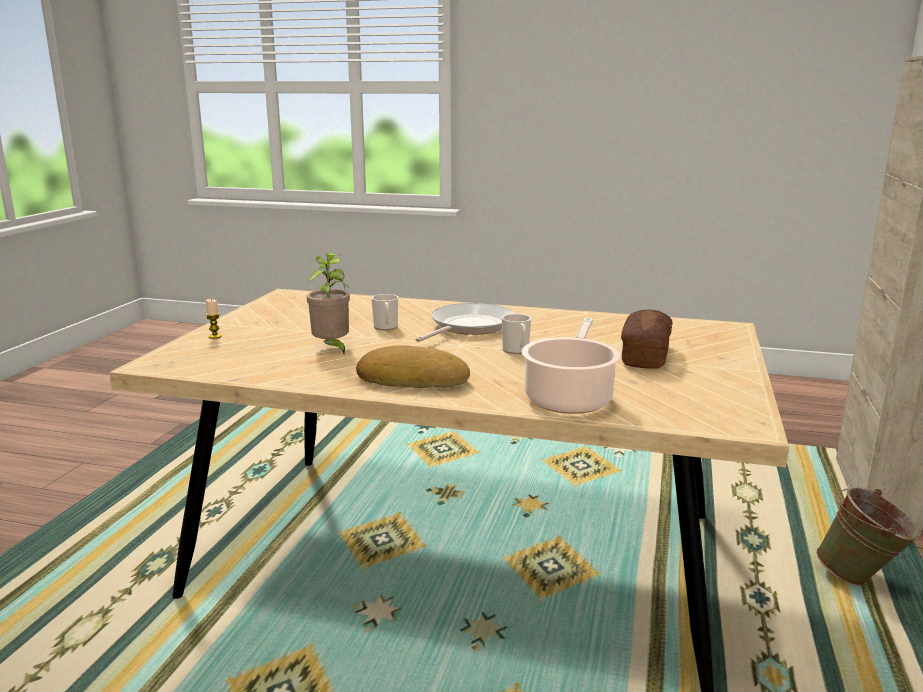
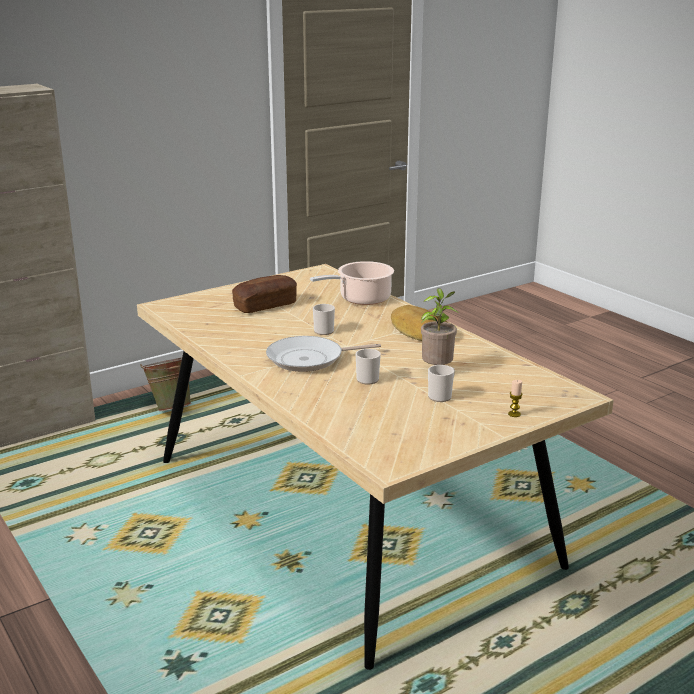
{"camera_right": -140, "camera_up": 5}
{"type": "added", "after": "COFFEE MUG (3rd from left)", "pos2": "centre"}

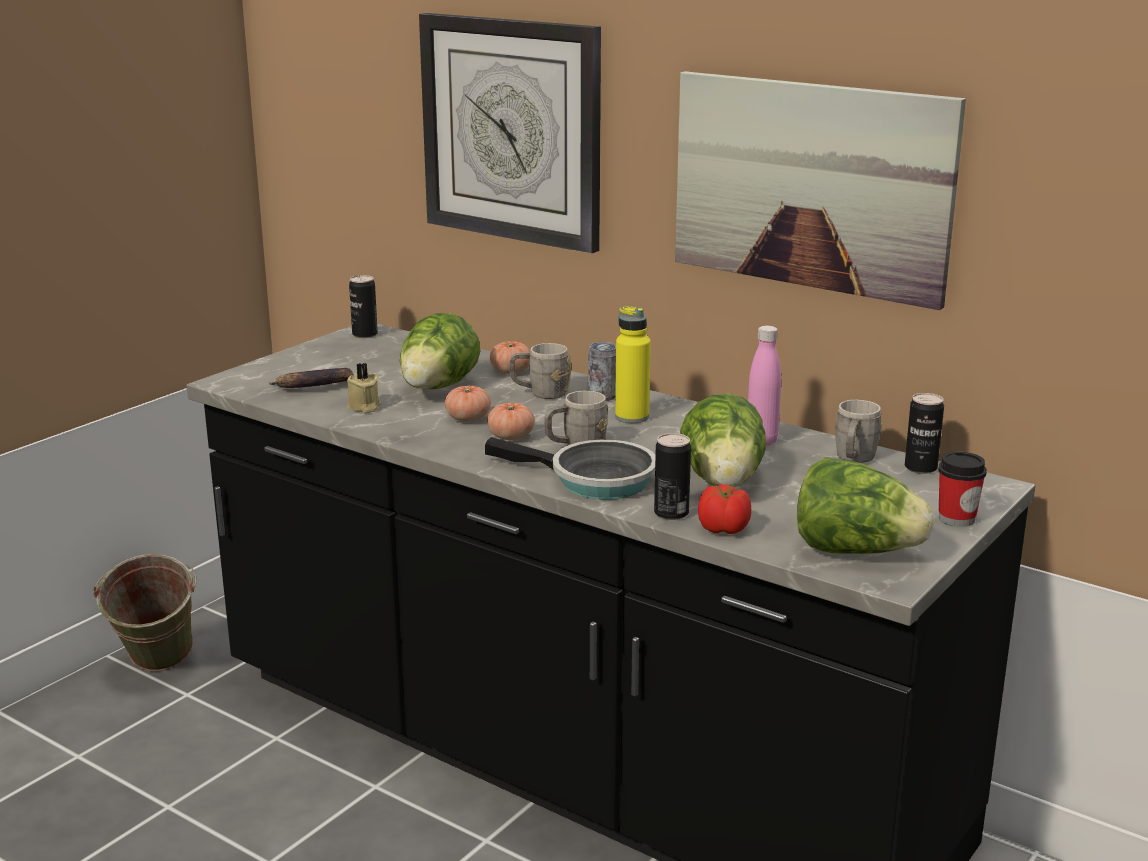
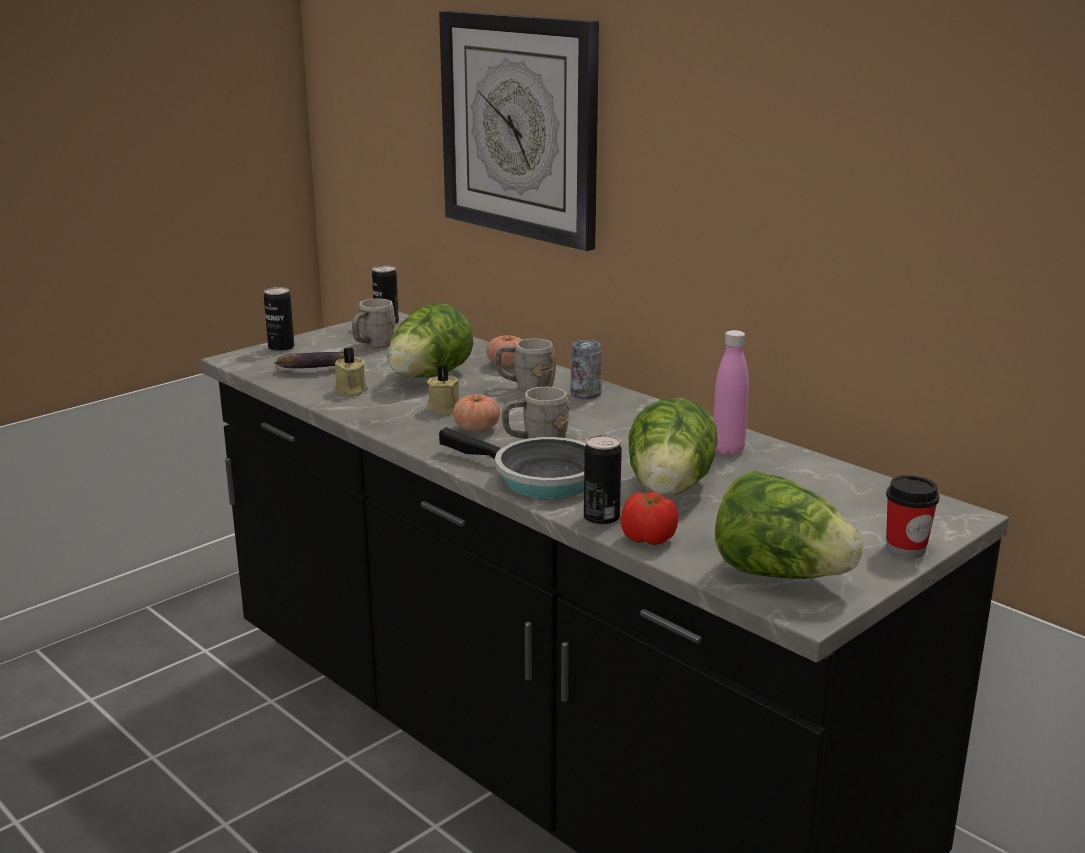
{"camera_right": 10, "camera_up": 0}
{"type": "moved", "before": "METAL CAN (4th from left in the first image)", "after": "METAL CAN (1st from left)", "pos1": "middle right", "pos2": "middle left"}
{"type": "moved", "before": "GRAY COFFEE MUG (3rd from left in the first image)", "after": "GRAY COFFEE MUG (1st from left)", "pos1": "middle right", "pos2": "centre"}
{"type": "replaced", "before": "FRESH TOMATO (1st from left)", "after": "BEIGE WAX LIGHT (2nd from left)", "pos1": "centre", "pos2": "centre"}
{"type": "removed", "before": "GREEN PAIL", "pos1": "bottom left"}
{"type": "removed", "before": "YELLOWISH DRINK BOTTLE", "pos1": "centre"}
{"type": "removed", "before": "WALL ART", "pos1": "top right"}

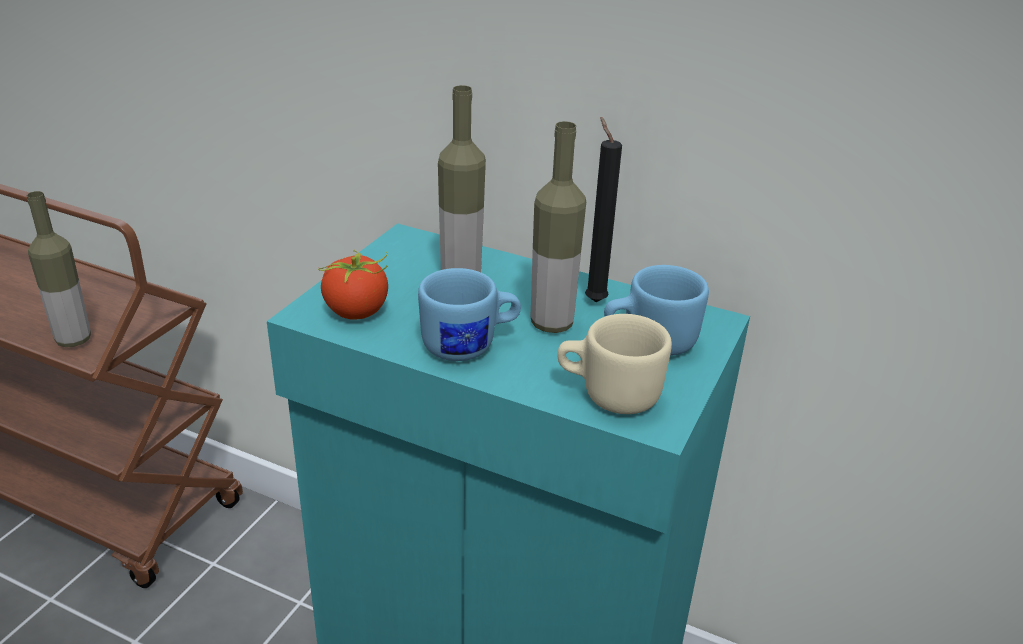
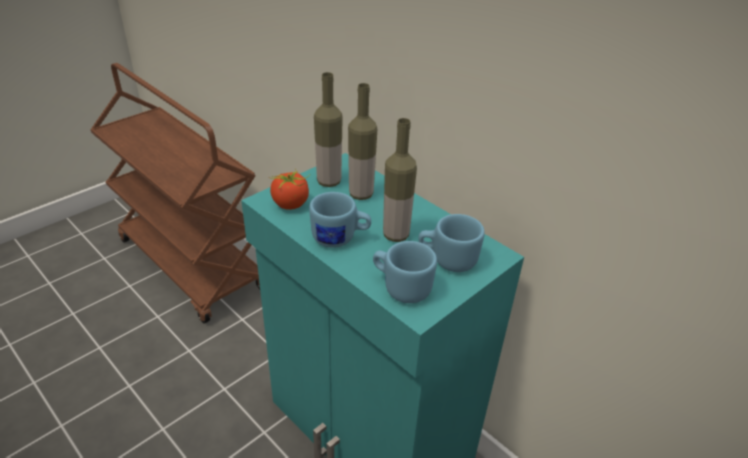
{"camera_right": 20, "camera_up": 5}
{"type": "moved", "before": "DRINK BOTTLE (1st from left)", "pos1": "middle left", "pos2": "top centre"}
{"type": "recoloured", "before": "BEIGE COFFEE MUG", "after": "BLUE COFFEE MUG (2nd from left)", "pos1": "centre", "pos2": "centre"}
{"type": "removed", "before": "BLACK WAX LIGHT", "pos1": "top centre"}

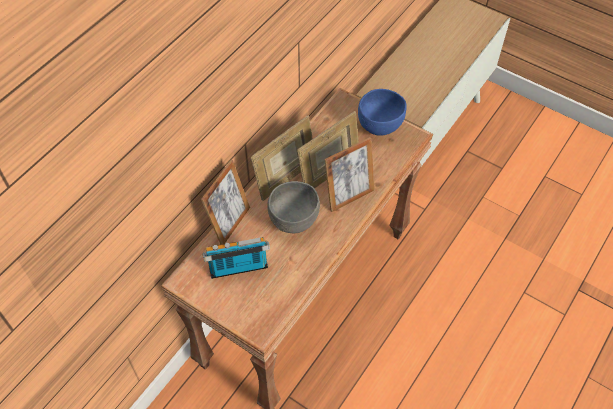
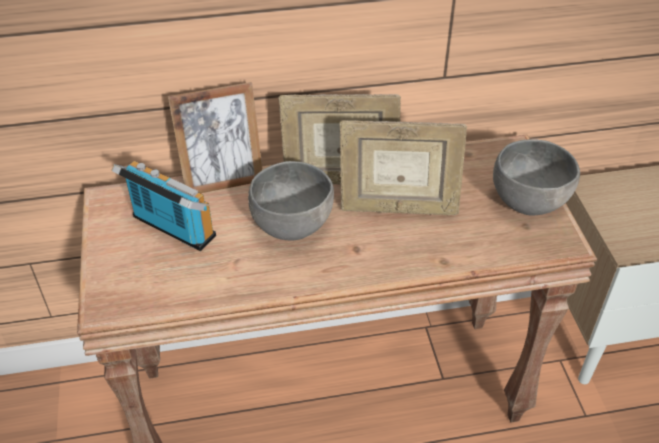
{"camera_right": 45, "camera_up": -10}
{"type": "recoloured", "before": "BLUE SERVING BOWL", "after": "GRAY SERVING BOWL (2nd from left)", "pos1": "top centre", "pos2": "middle right"}
{"type": "removed", "before": "PICTURE FRAME (4th from left)", "pos1": "centre"}

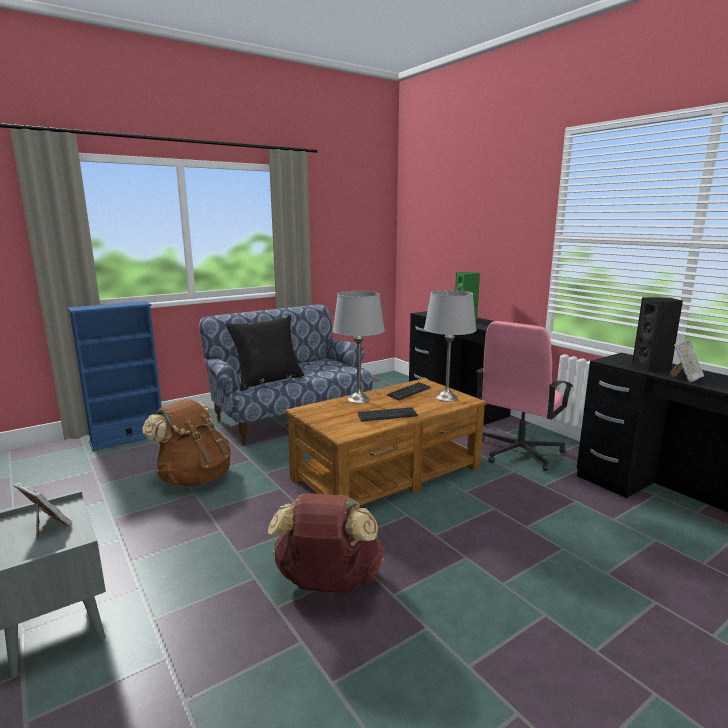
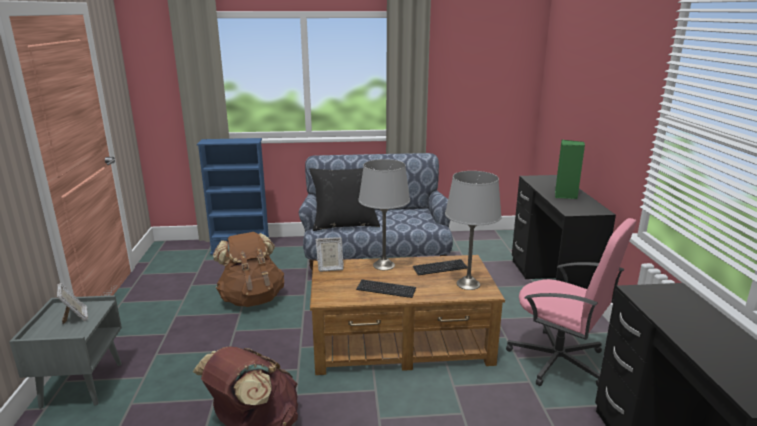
{"camera_right": 30, "camera_up": 5}
{"type": "moved", "before": "PICTURE FRAME (2nd from left)", "pos1": "middle right", "pos2": "centre"}
{"type": "turned", "before": "PINK-COLOURED DESK CHAIR", "pos1": "middle right", "pos2": "bottom right", "turn": -120}
{"type": "removed", "before": "BLACK LOUDSPEAKER", "pos1": "middle right"}

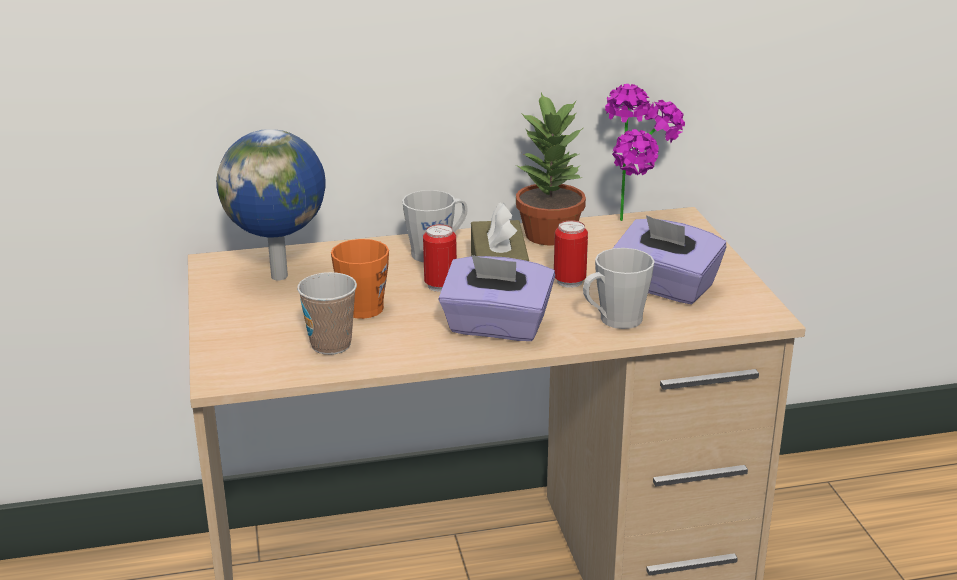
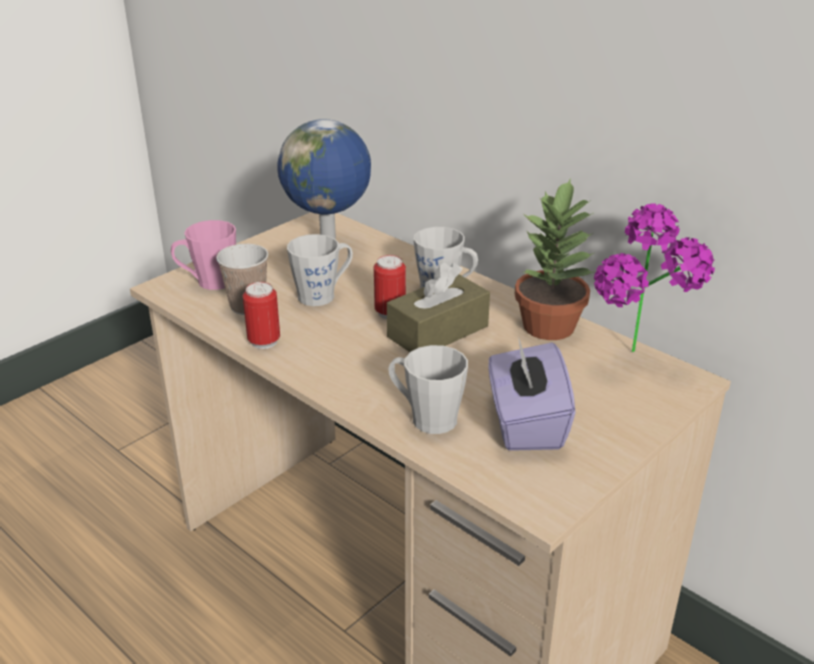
{"camera_right": 55, "camera_up": 5}
{"type": "added", "after": "PINK-COLOURED COFFEE MUG", "pos2": "middle left"}
{"type": "moved", "before": "METAL CAN (2nd from left in the first image)", "after": "METAL CAN (1st from left)", "pos1": "centre", "pos2": "middle left"}
{"type": "recoloured", "before": "ORANGE-COLOURED COFFEE MUG", "after": "GRAY COFFEE MUG (1st from left)", "pos1": "centre", "pos2": "centre"}
{"type": "removed", "before": "PURPLE BOX OF TISSUES (1st from left)", "pos1": "centre"}

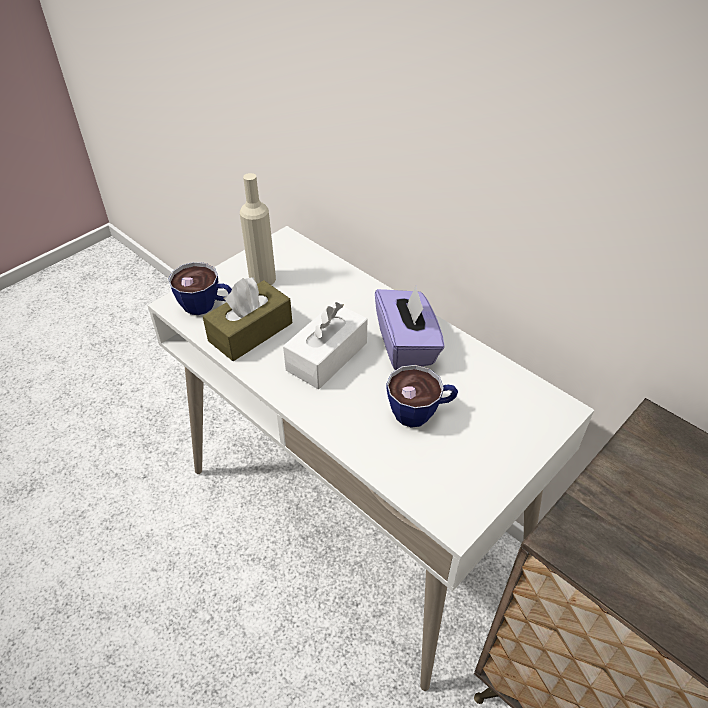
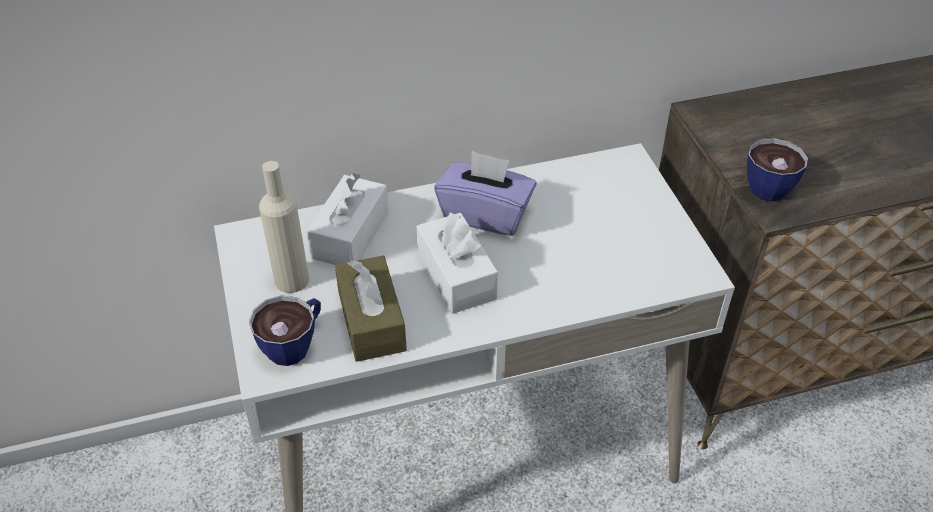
{"camera_right": -60, "camera_up": 0}
{"type": "added", "after": "WHITE BOX OF TISSUES (1st from left)", "pos2": "centre"}
{"type": "moved", "before": "DRINKING CUP (2nd from left)", "pos1": "centre", "pos2": "top right"}

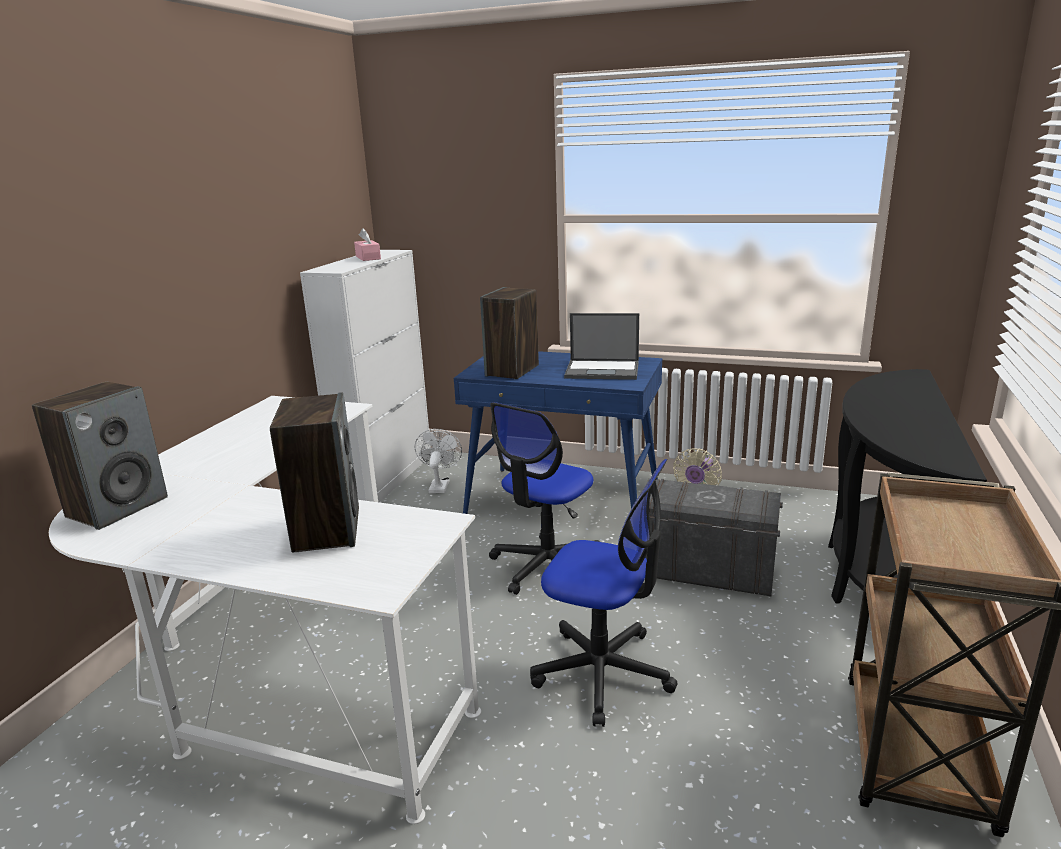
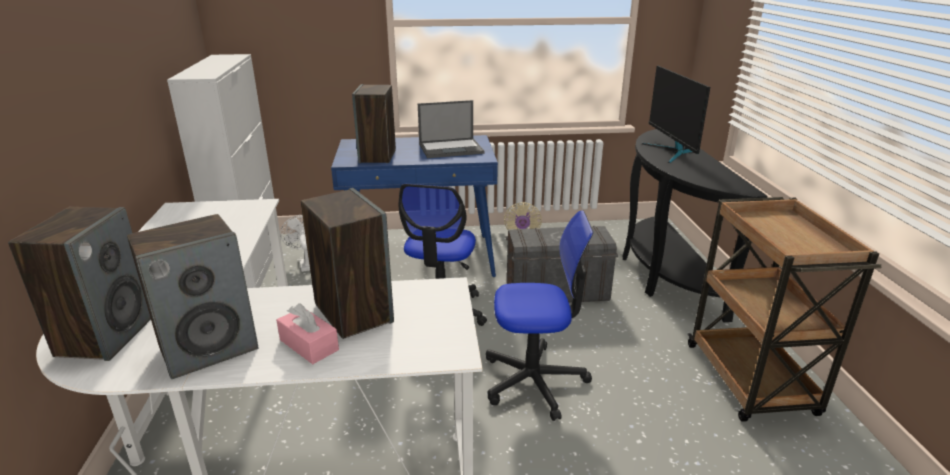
{"camera_right": -25, "camera_up": 5}
{"type": "added", "after": "LOUDSPEAKER (2nd from left)", "pos2": "middle left"}
{"type": "moved", "before": "PINK-COLOURED BOX OF TISSUES", "pos1": "top centre", "pos2": "bottom left"}
{"type": "added", "after": "COMPUTER SCREEN", "pos2": "top right"}

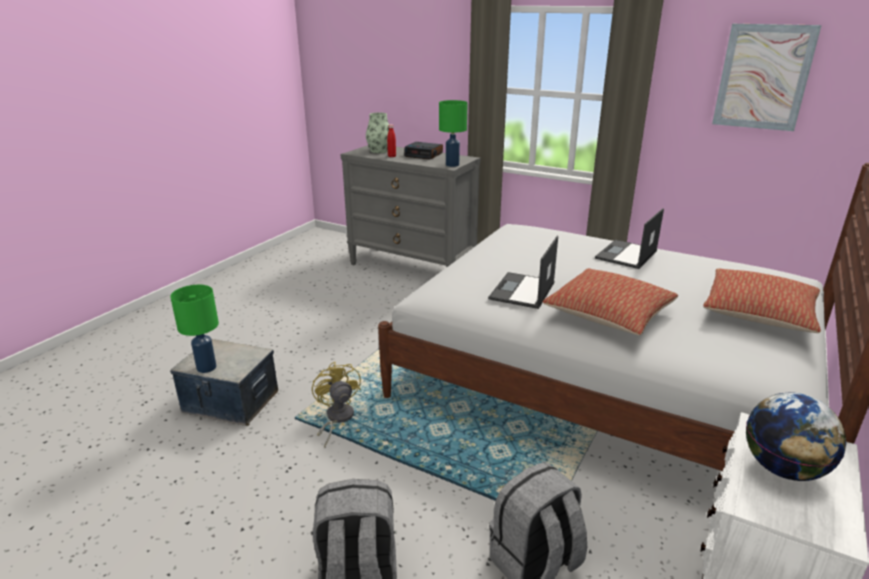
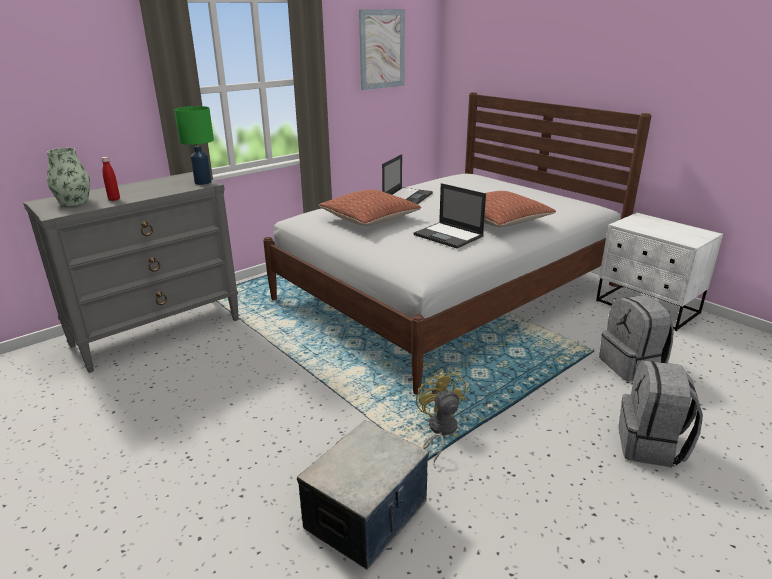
{"camera_right": -70, "camera_up": 0}
{"type": "moved", "before": "CUSHION (2nd from left in the first image)", "after": "CUSHION (1st from left)", "pos1": "middle right", "pos2": "centre"}
{"type": "turned", "before": "LAPTOP (2nd from left in the first image)", "pos1": "middle right", "pos2": "top centre", "turn": -120}
{"type": "turned", "before": "YELLOWISH FAN", "pos1": "bottom centre", "pos2": "bottom centre", "turn": 75}
{"type": "removed", "before": "GREEN TABLETOP LAMP (1st from left)", "pos1": "middle left"}
{"type": "removed", "before": "TABLE CLOCK", "pos1": "top centre"}
{"type": "removed", "before": "GLOBE", "pos1": "bottom right"}

